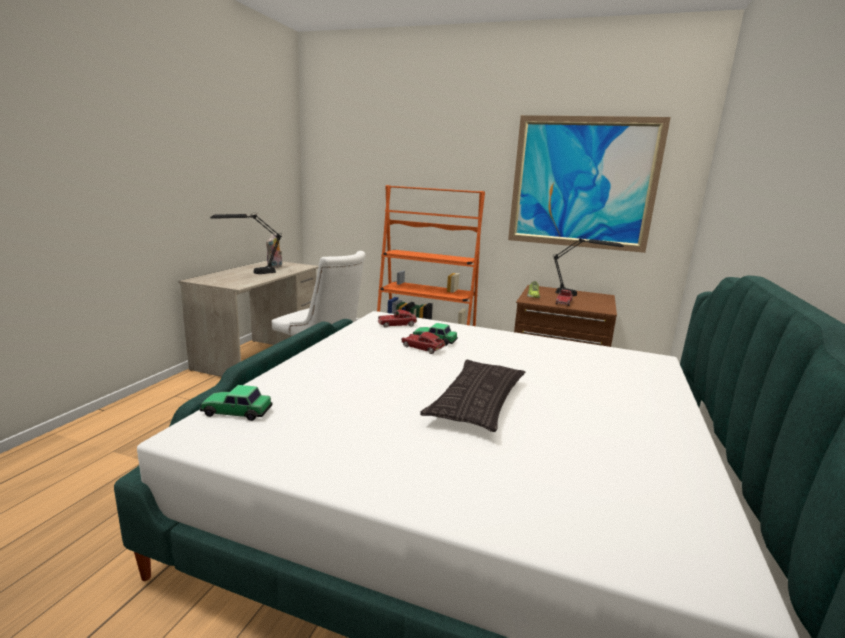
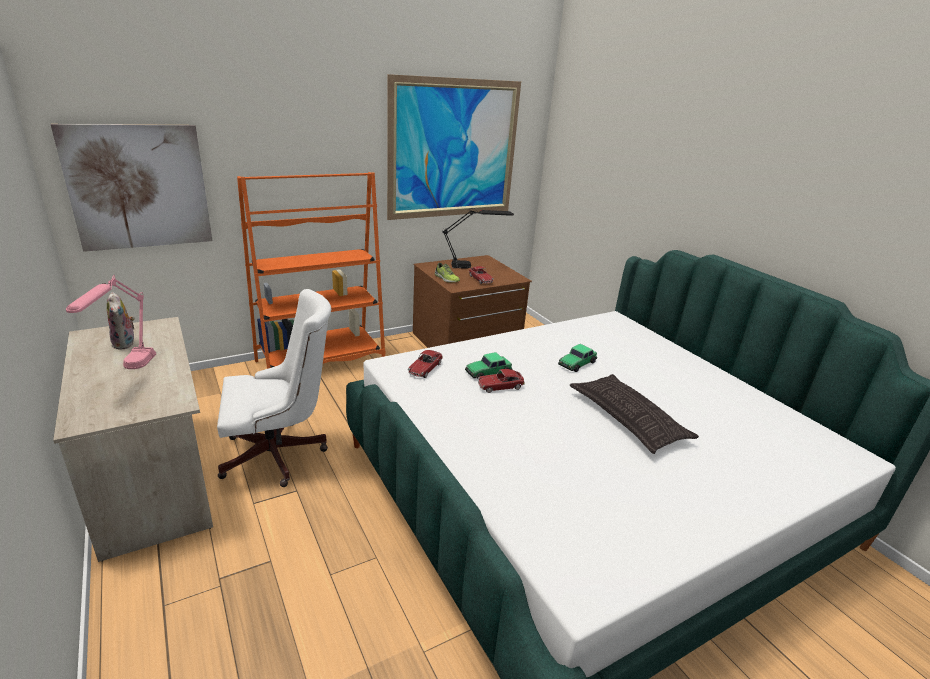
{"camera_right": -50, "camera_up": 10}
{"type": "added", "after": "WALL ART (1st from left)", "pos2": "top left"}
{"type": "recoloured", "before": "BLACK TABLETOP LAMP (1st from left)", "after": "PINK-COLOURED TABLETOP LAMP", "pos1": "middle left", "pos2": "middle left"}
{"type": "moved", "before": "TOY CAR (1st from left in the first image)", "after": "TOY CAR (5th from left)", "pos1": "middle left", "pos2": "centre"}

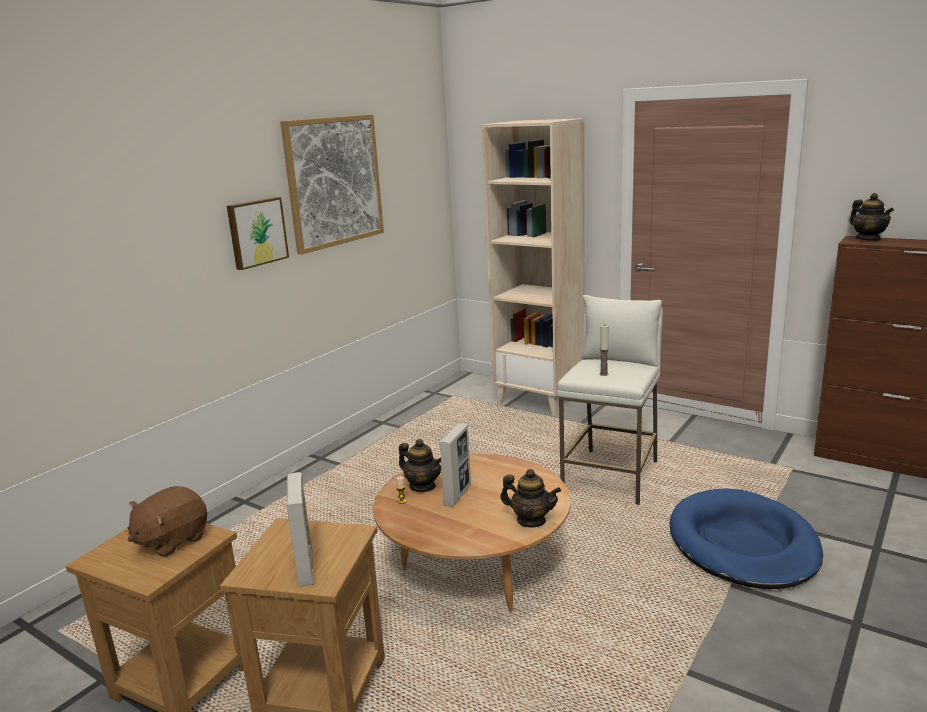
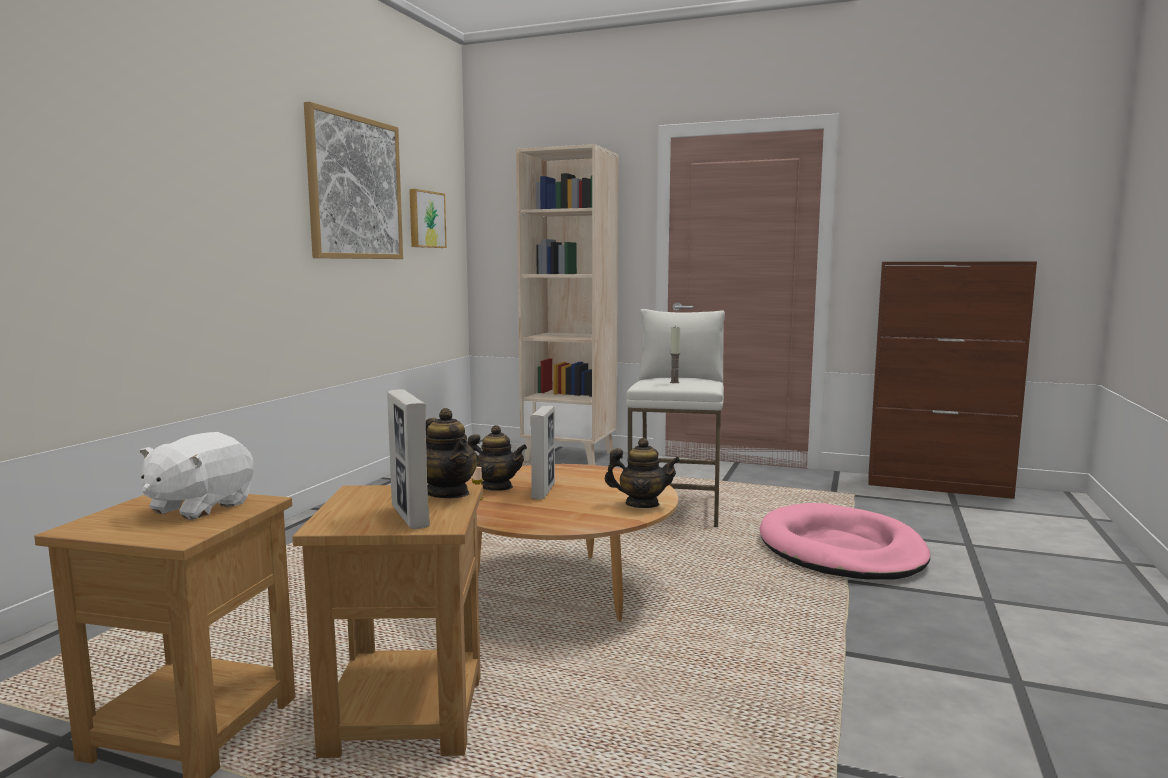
{"camera_right": -15, "camera_up": -10}
{"type": "recoloured", "before": "BROWN SOFT TOY", "after": "WHITE SOFT TOY", "pos1": "bottom left", "pos2": "middle left"}
{"type": "moved", "before": "WALL ART (1st from left in the first image)", "after": "WALL ART (2nd from left)", "pos1": "top left", "pos2": "top centre"}
{"type": "moved", "before": "TEA POT (3rd from left in the first image)", "after": "TEA POT (1st from left)", "pos1": "top right", "pos2": "centre"}
{"type": "recoloured", "before": "BLUE DOG BED", "after": "PINK-COLOURED DOG BED", "pos1": "bottom right", "pos2": "bottom right"}

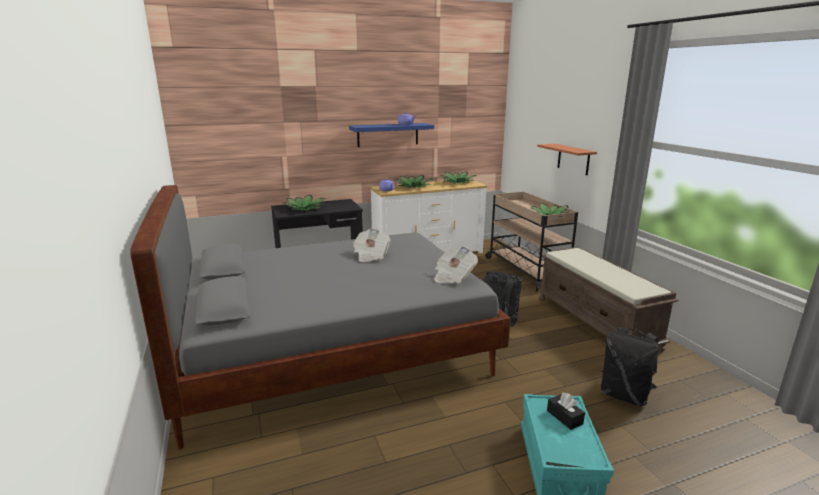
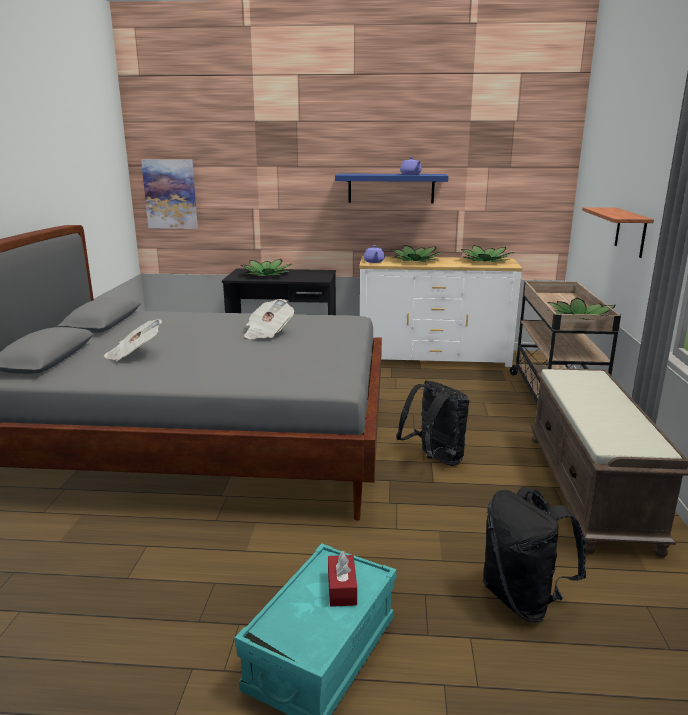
{"camera_right": 25, "camera_up": 0}
{"type": "moved", "before": "NEWSPAPER (2nd from left in the first image)", "after": "NEWSPAPER (1st from left)", "pos1": "centre", "pos2": "middle left"}
{"type": "added", "after": "WALL ART", "pos2": "top left"}
{"type": "recoloured", "before": "BLACK BOX OF TISSUES", "after": "REDDISH BOX OF TISSUES", "pos1": "bottom right", "pos2": "bottom centre"}

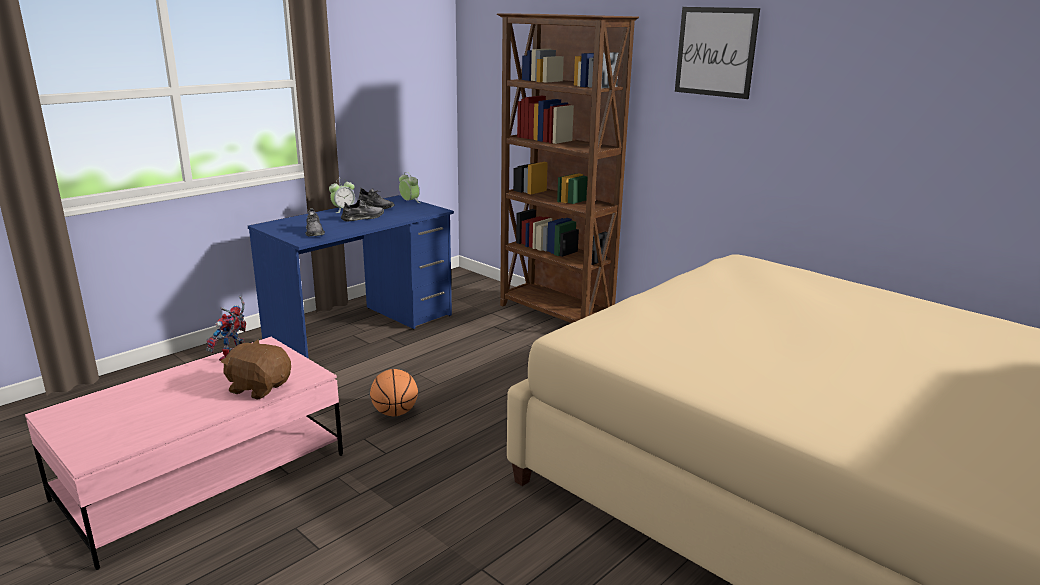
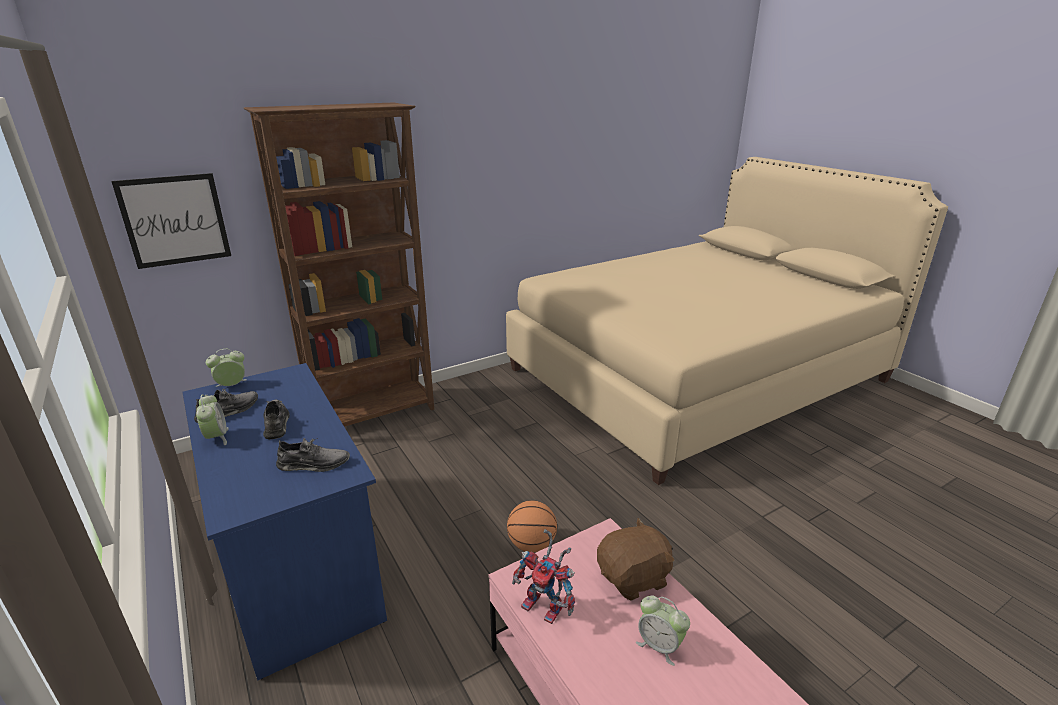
{"camera_right": -75, "camera_up": 5}
{"type": "moved", "before": "WALL ART", "pos1": "top right", "pos2": "top left"}
{"type": "turned", "before": "BROWN SOFT TOY", "pos1": "middle left", "pos2": "bottom centre", "turn": -150}
{"type": "added", "after": "TABLE CLOCK (3rd from left)", "pos2": "bottom centre"}

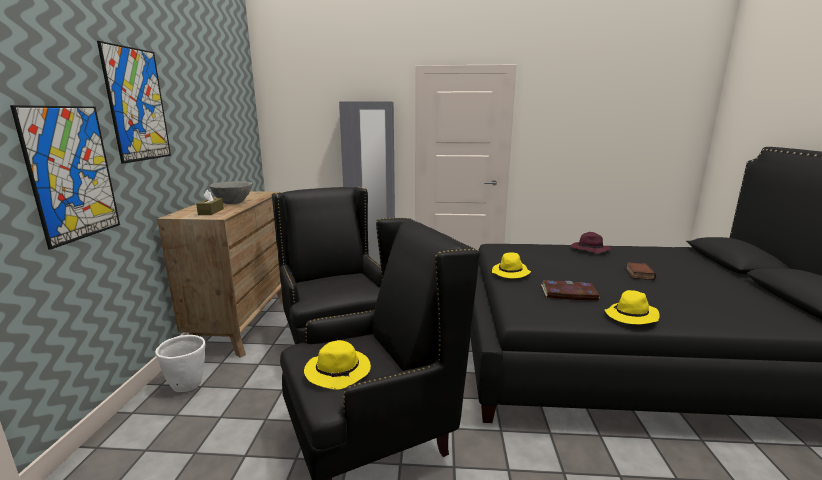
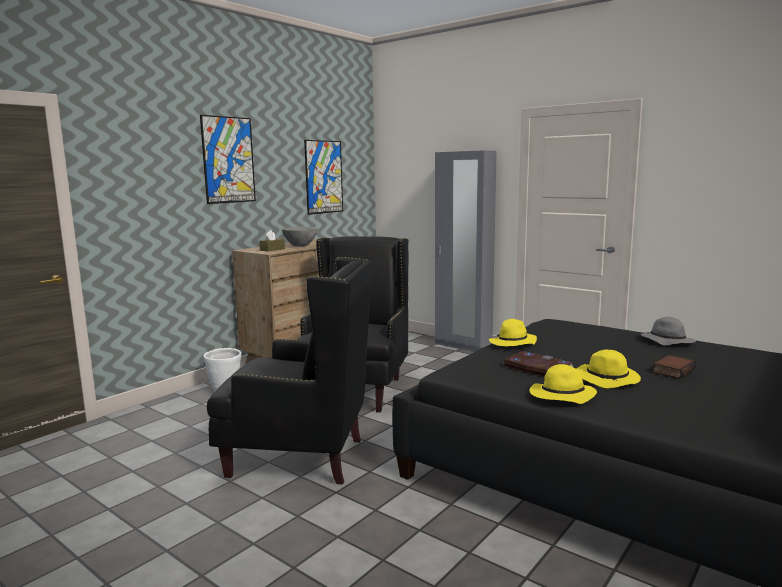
{"camera_right": 35, "camera_up": -5}
{"type": "moved", "before": "WALL ART (1st from left in the first image)", "after": "WALL ART (2nd from left)", "pos1": "middle left", "pos2": "top centre"}
{"type": "moved", "before": "YELLOWISH WEARABLE HAT (1st from left in the first image)", "after": "YELLOWISH WEARABLE HAT (3rd from left)", "pos1": "bottom centre", "pos2": "middle right"}
{"type": "recoloured", "before": "PURPLE WEARABLE HAT", "after": "GRAY WEARABLE HAT", "pos1": "middle right", "pos2": "middle right"}

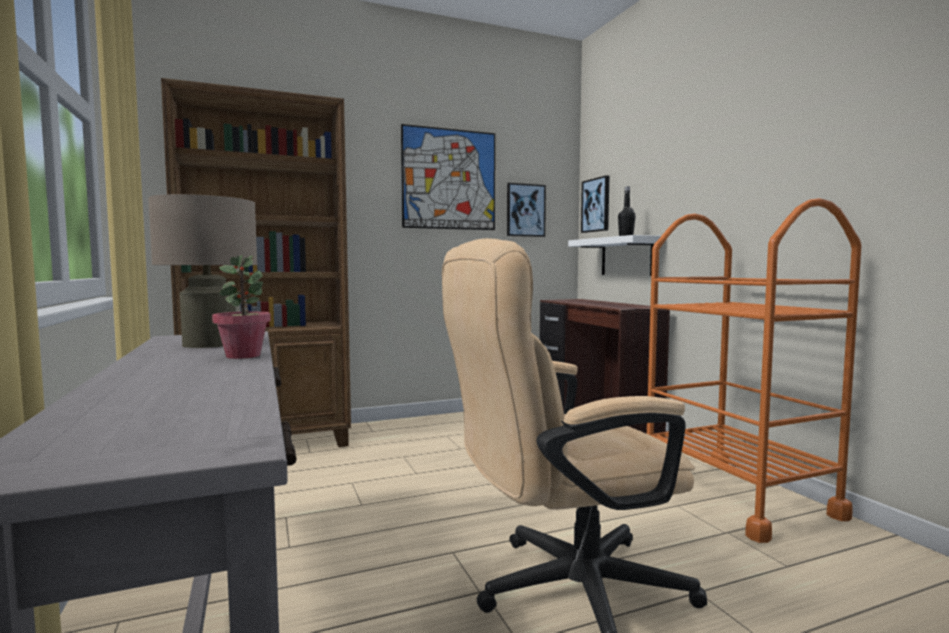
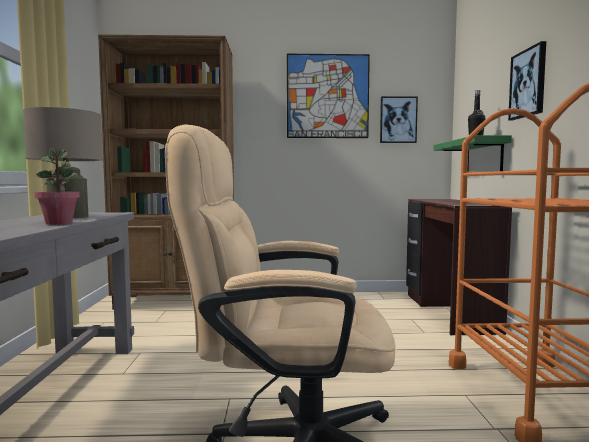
{"camera_right": 20, "camera_up": 0}
{"type": "recoloured", "before": "WHITE BRACKET SHELF", "after": "GREEN BRACKET SHELF", "pos1": "centre", "pos2": "middle right"}
{"type": "moved", "before": "WALL ART (3rd from left)", "pos1": "top centre", "pos2": "top right"}

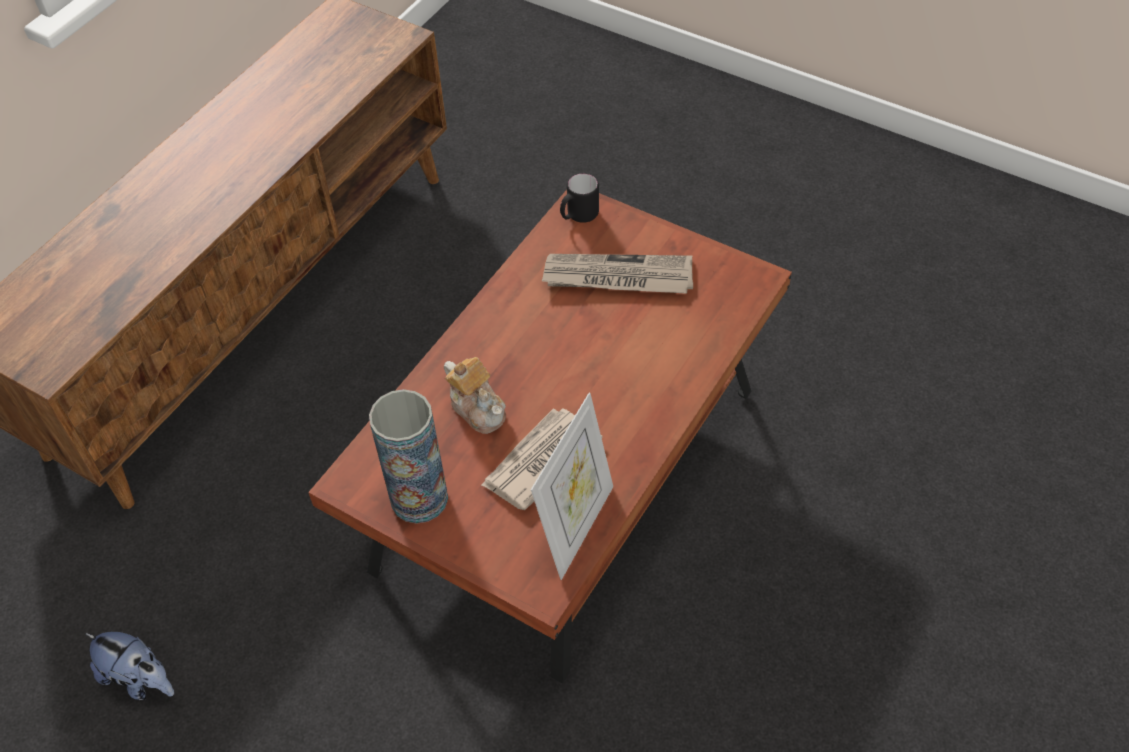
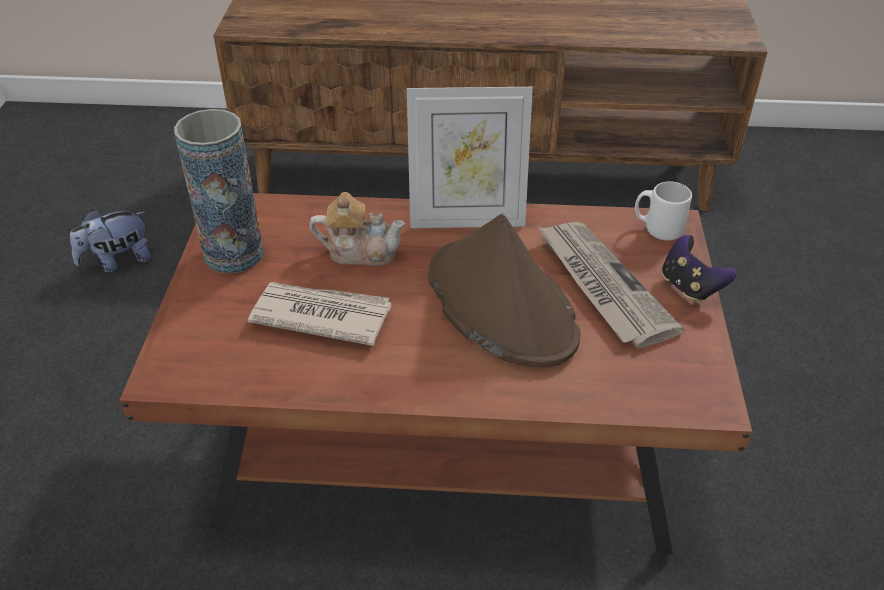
{"camera_right": 60, "camera_up": -10}
{"type": "turned", "before": "SOFT TOY", "pos1": "bottom left", "pos2": "middle left", "turn": 60}
{"type": "turned", "before": "TEA POT", "pos1": "centre", "pos2": "centre", "turn": -105}
{"type": "moved", "before": "PICTURE FRAME", "pos1": "centre", "pos2": "top centre"}
{"type": "added", "after": "BROWN WEARABLE HAT", "pos2": "centre"}
{"type": "recoloured", "before": "BLACK COFFEE MUG", "after": "WHITE COFFEE MUG", "pos1": "top centre", "pos2": "middle right"}
{"type": "added", "after": "GAMEPAD", "pos2": "middle right"}

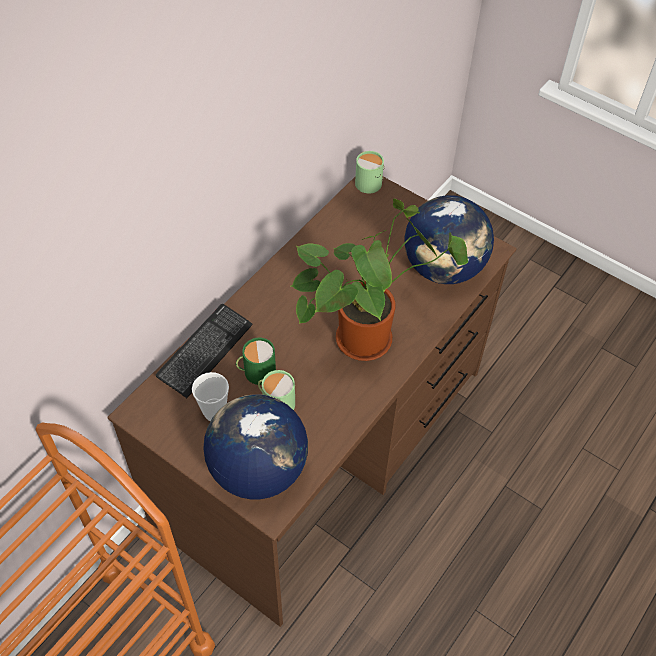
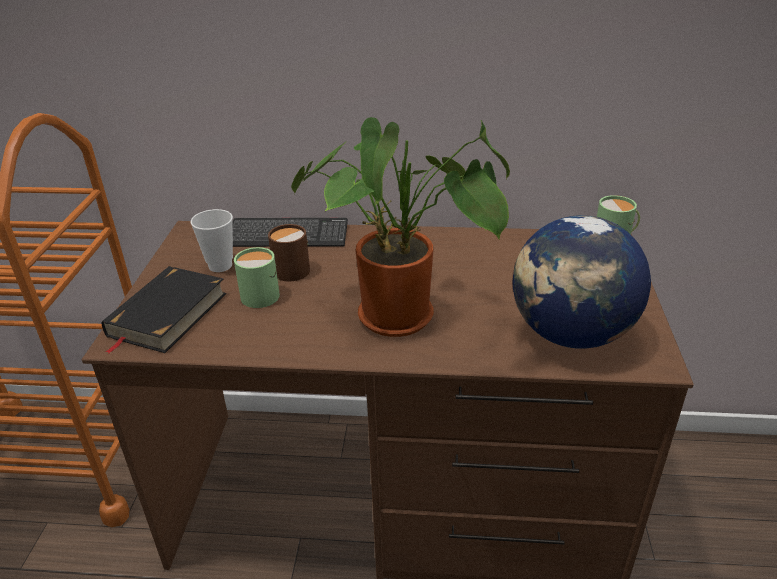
{"camera_right": 60, "camera_up": -20}
{"type": "replaced", "before": "GLOBE (1st from left)", "after": "BLACK BOOK", "pos1": "bottom centre", "pos2": "middle left"}
{"type": "recoloured", "before": "GREEN COFFEE MUG (1st from left)", "after": "BROWN COFFEE MUG", "pos1": "centre", "pos2": "centre"}

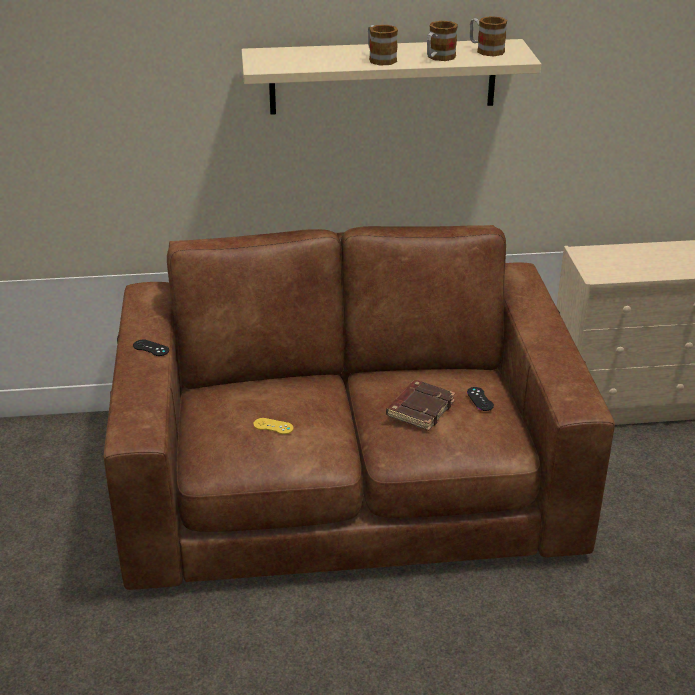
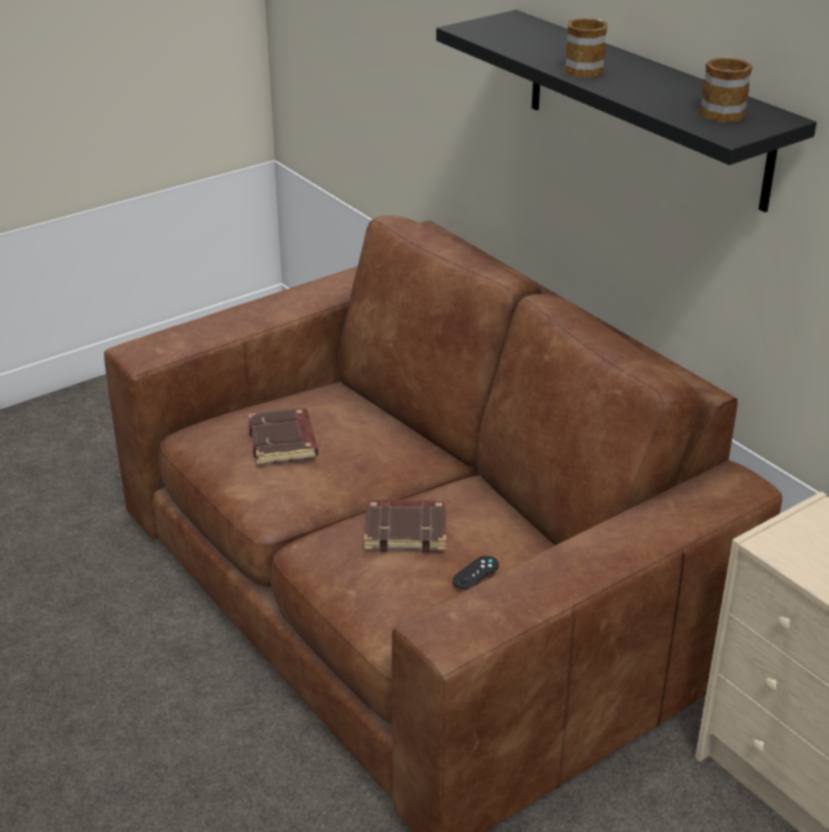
{"camera_right": 60, "camera_up": 0}
{"type": "replaced", "before": "YELLOWISH GAMEPAD", "after": "BROWN BOOK (1st from left)", "pos1": "centre", "pos2": "centre"}
{"type": "recoloured", "before": "BEIGE BRACKET SHELF", "after": "BLACK BRACKET SHELF", "pos1": "top centre", "pos2": "top right"}
{"type": "removed", "before": "BLACK GAMEPAD (1st from left)", "pos1": "middle left"}
{"type": "removed", "before": "COFFEE MUG (2nd from left)", "pos1": "top centre"}

